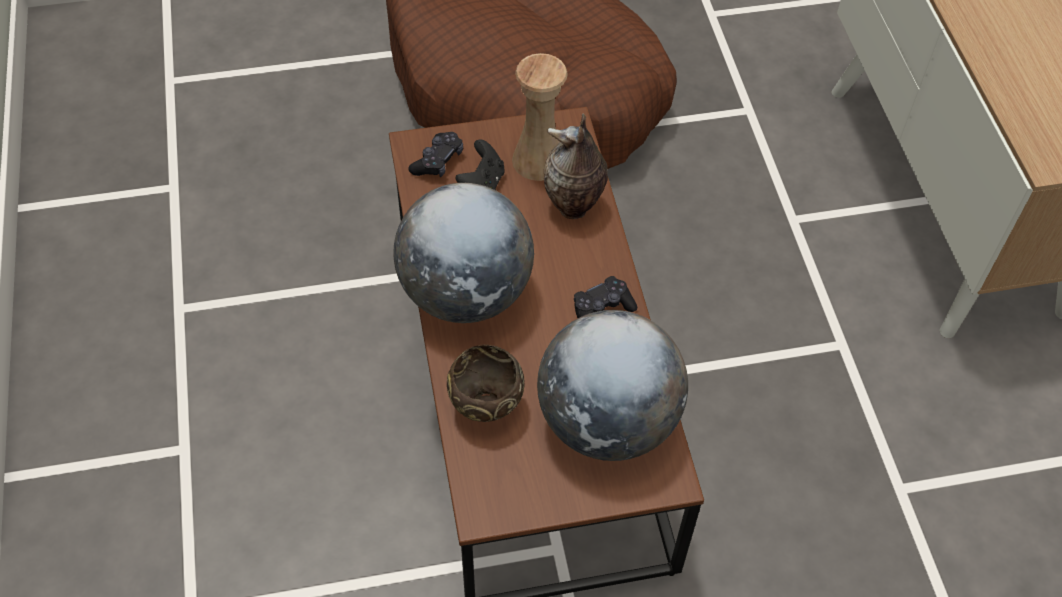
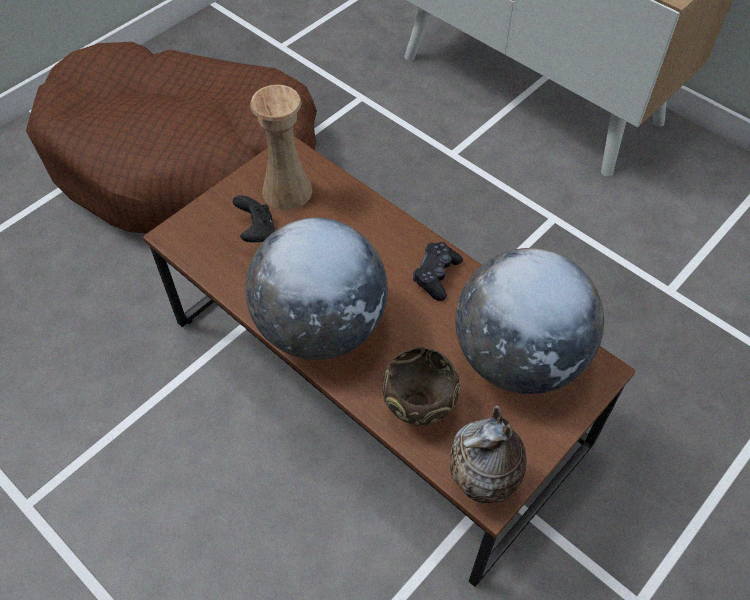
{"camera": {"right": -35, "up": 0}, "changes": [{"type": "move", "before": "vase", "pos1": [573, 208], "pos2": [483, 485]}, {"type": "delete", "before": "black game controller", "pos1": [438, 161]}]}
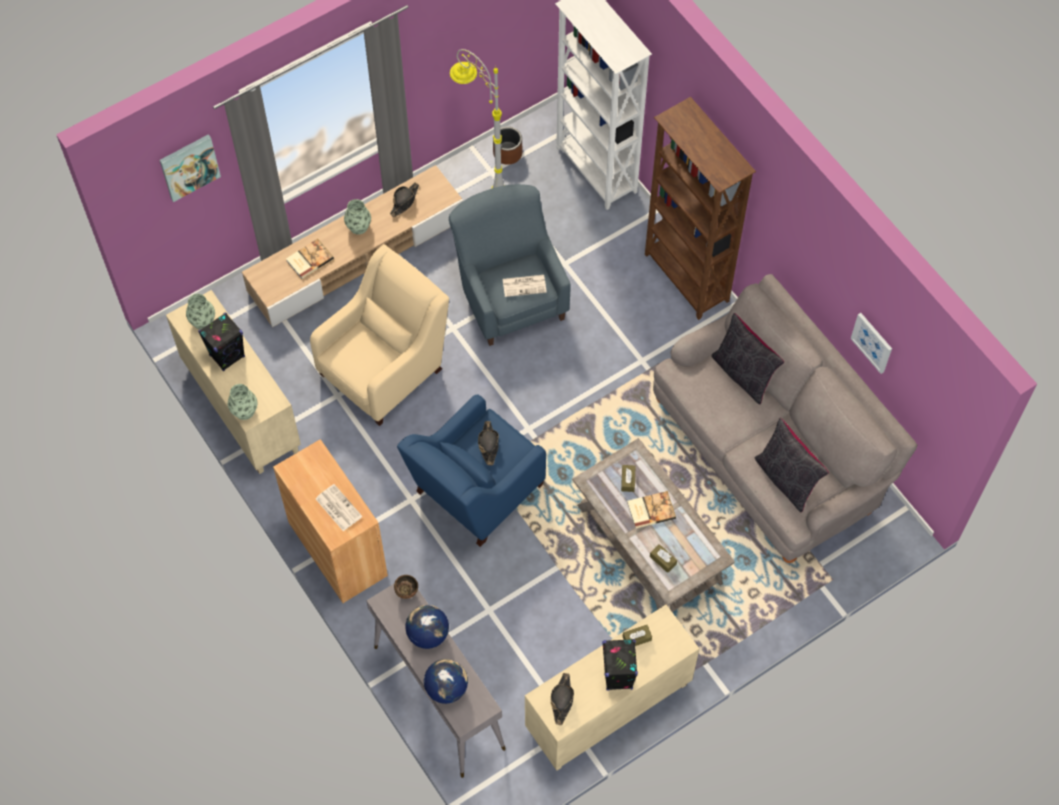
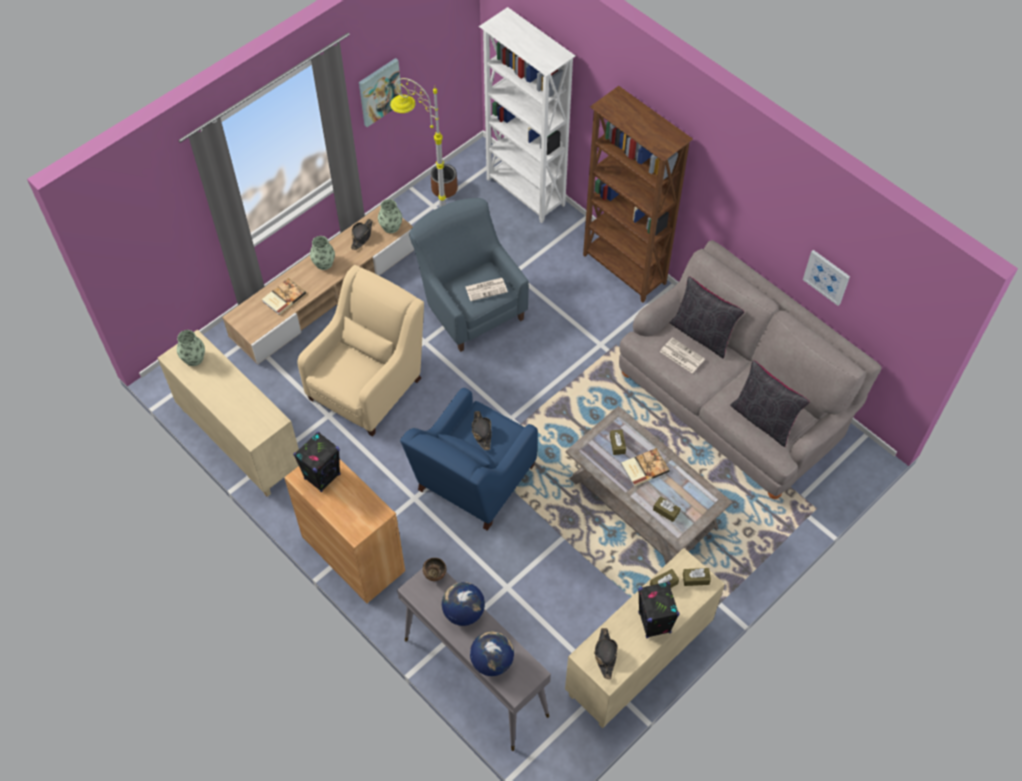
{"camera": {"right": -10, "up": -5}, "changes": [{"type": "move", "before": "black speaker", "pos1": [227, 356], "pos2": [322, 476]}, {"type": "move", "before": "picture", "pos1": [189, 166], "pos2": [379, 91]}, {"type": "move", "before": "vase", "pos1": [244, 411], "pos2": [391, 227]}, {"type": "move", "before": "newspaper", "pos1": [338, 507], "pos2": [681, 355]}, {"type": "insert", "after": "brown tissue box", "pos2": [695, 579]}]}
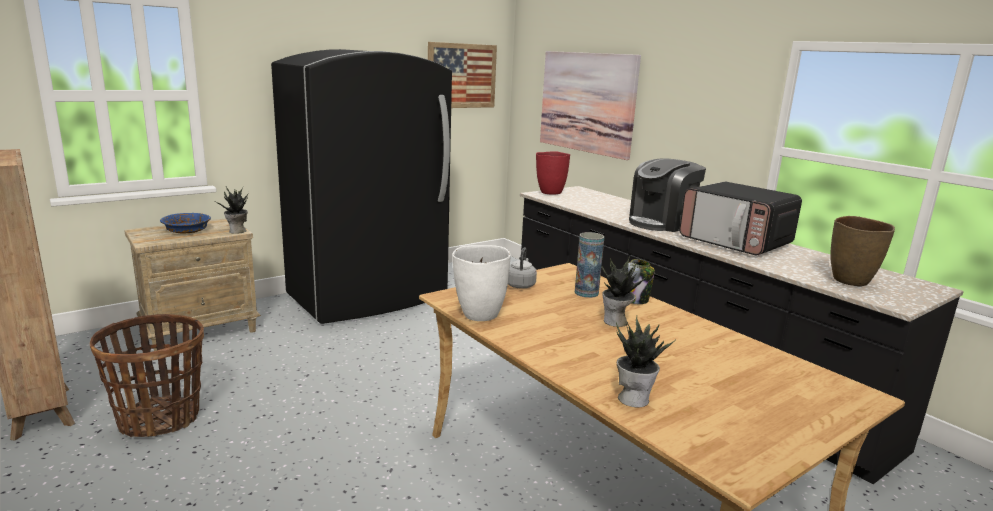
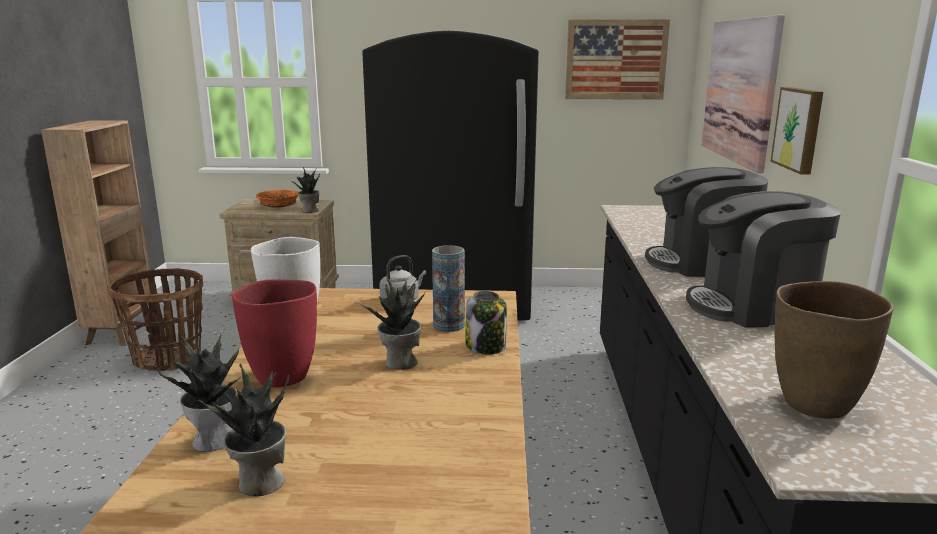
{"camera": {"right": 40, "up": 0}, "changes": [{"type": "insert", "after": "potted plant", "pos2": [259, 483]}, {"type": "move", "before": "red vase", "pos1": [550, 192], "pos2": [282, 376]}, {"type": "recolor", "before": "blue bowl", "after": "orange bowl", "pos1": [187, 230], "pos2": [278, 205]}, {"type": "replace", "before": "microwave", "after": "coffee machine", "pos1": [735, 242], "pos2": [753, 307]}, {"type": "insert", "after": "picture", "pos2": [799, 129]}]}
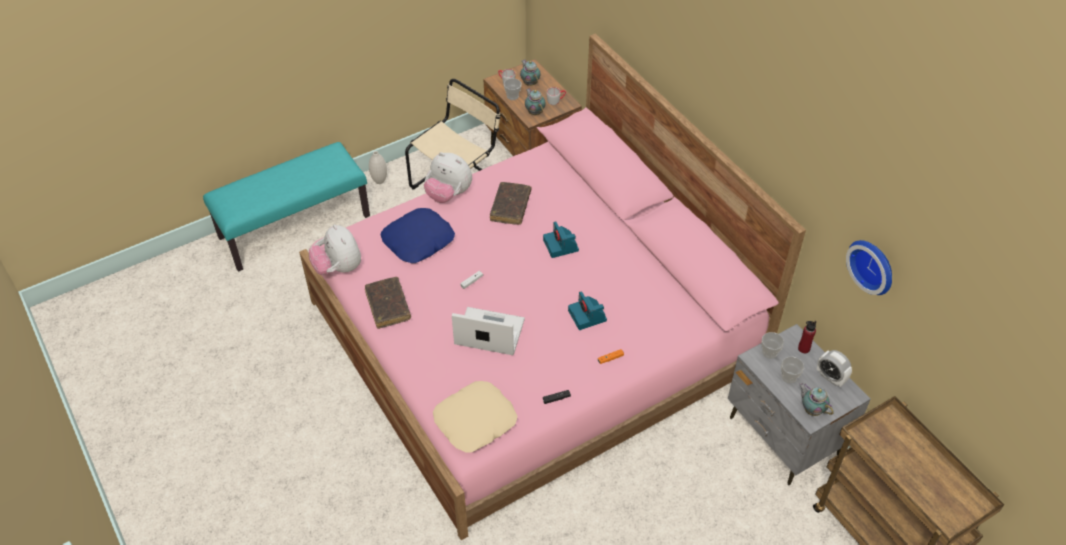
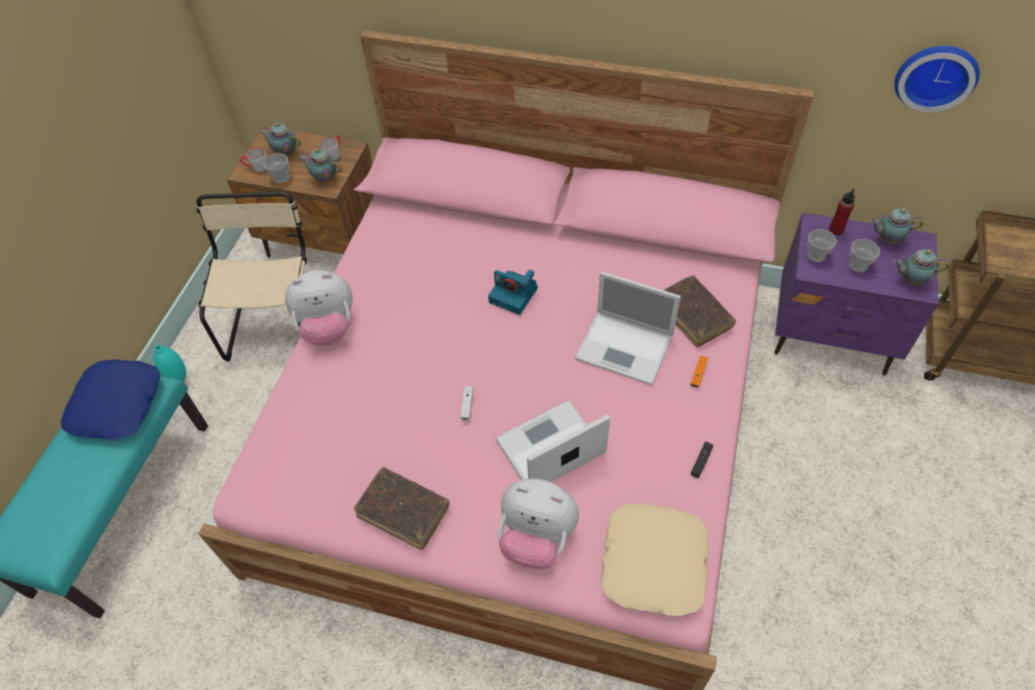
{"camera": {"right": -40, "up": 5}, "changes": [{"type": "move", "before": "blue pillow", "pos1": [418, 241], "pos2": [117, 405]}, {"type": "recolor", "before": "white vase", "after": "turquoise vase", "pos1": [379, 181], "pos2": [179, 379]}, {"type": "move", "before": "plush toy", "pos1": [338, 268], "pos2": [537, 538]}, {"type": "replace", "before": "photo camera", "after": "laptop", "pos1": [588, 316], "pos2": [626, 348]}, {"type": "move", "before": "brown book", "pos1": [510, 207], "pos2": [694, 315]}, {"type": "recolor", "before": "grey nightstand", "after": "purple nightstand", "pos1": [783, 437], "pos2": [832, 335]}, {"type": "replace", "before": "alarm clock", "after": "teapot", "pos1": [830, 377], "pos2": [887, 239]}]}
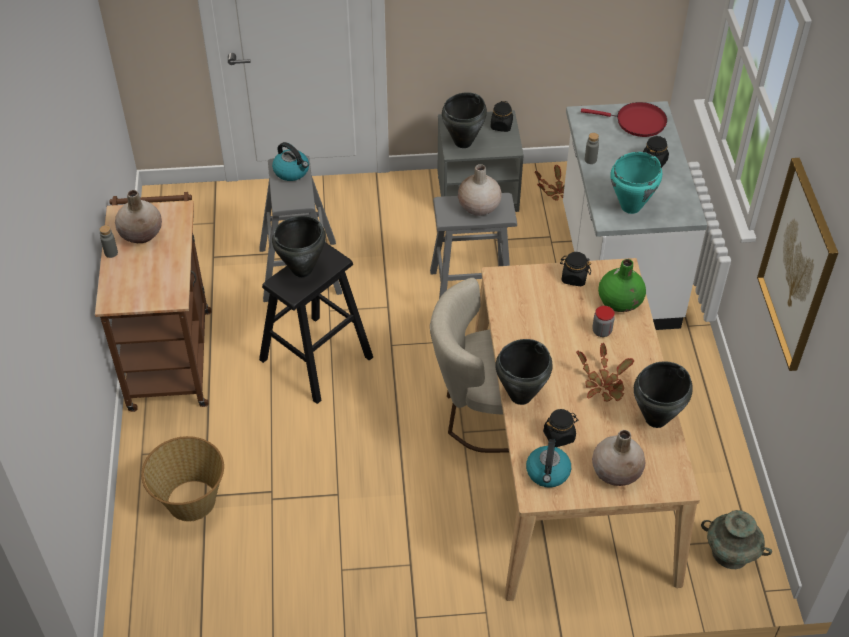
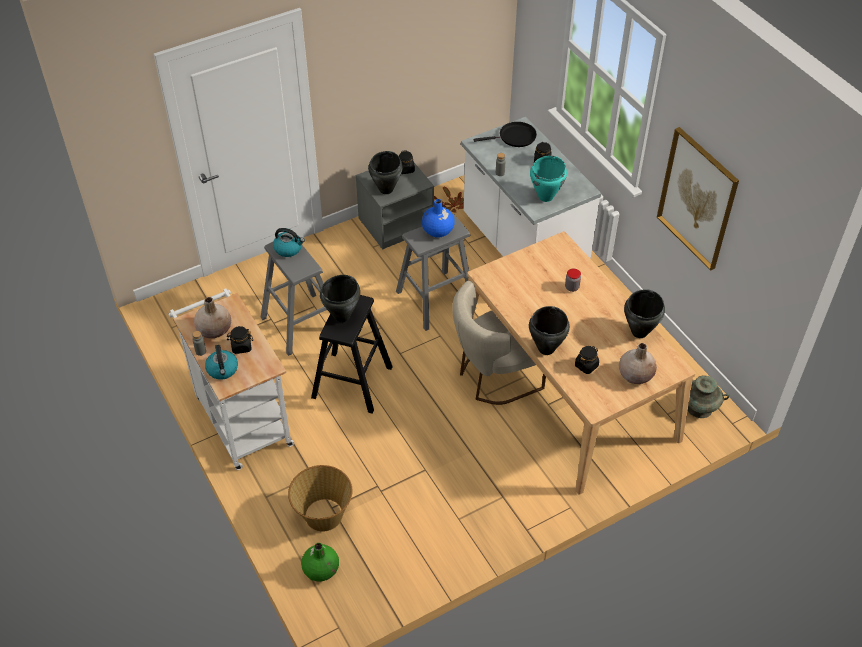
{"camera": {"right": -25, "up": 0}, "changes": [{"type": "recolor", "before": "brown cart", "after": "white cart", "pos1": [170, 352], "pos2": [240, 417]}, {"type": "move", "before": "kettle", "pos1": [548, 473], "pos2": [222, 370]}, {"type": "move", "before": "black jar", "pos1": [574, 278], "pos2": [241, 346]}, {"type": "move", "before": "green vase", "pos1": [620, 302], "pos2": [321, 569]}, {"type": "recolor", "before": "beige vase", "after": "blue vase", "pos1": [478, 207], "pos2": [438, 231]}, {"type": "recolor", "before": "red frying pan", "after": "black frying pan", "pos1": [637, 122], "pos2": [514, 137]}, {"type": "delete", "before": "potted plant", "pos1": [604, 384]}]}
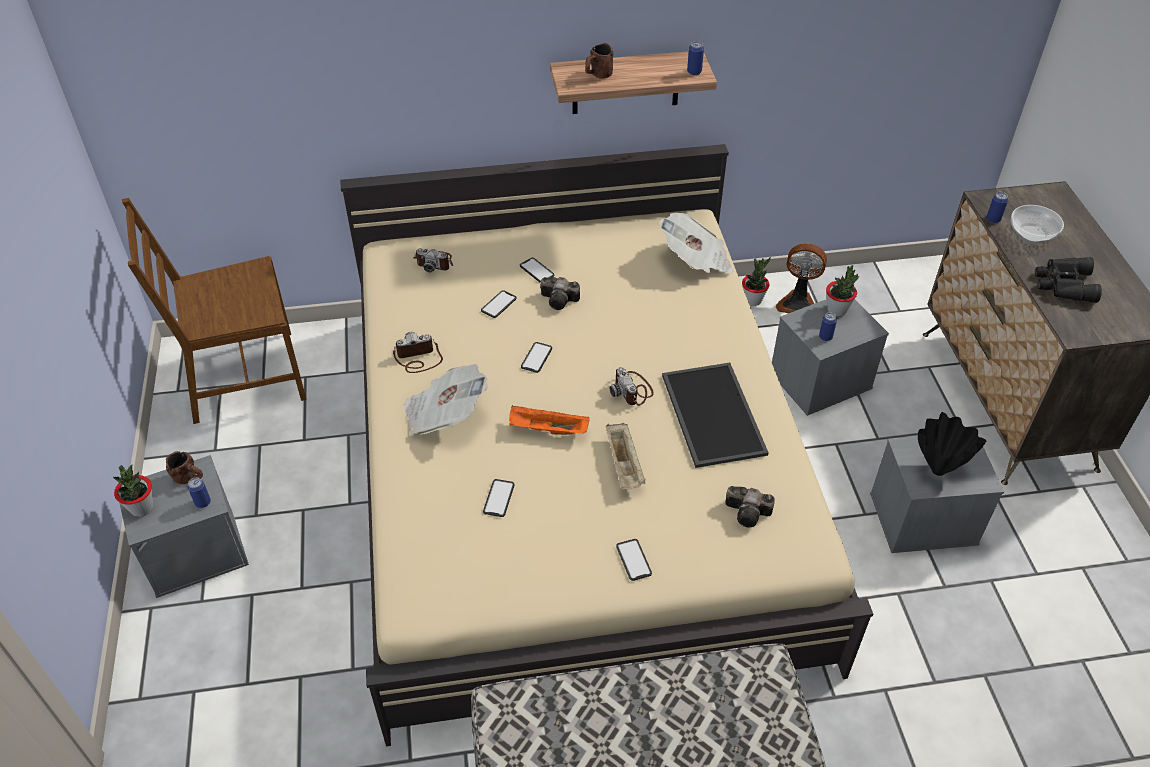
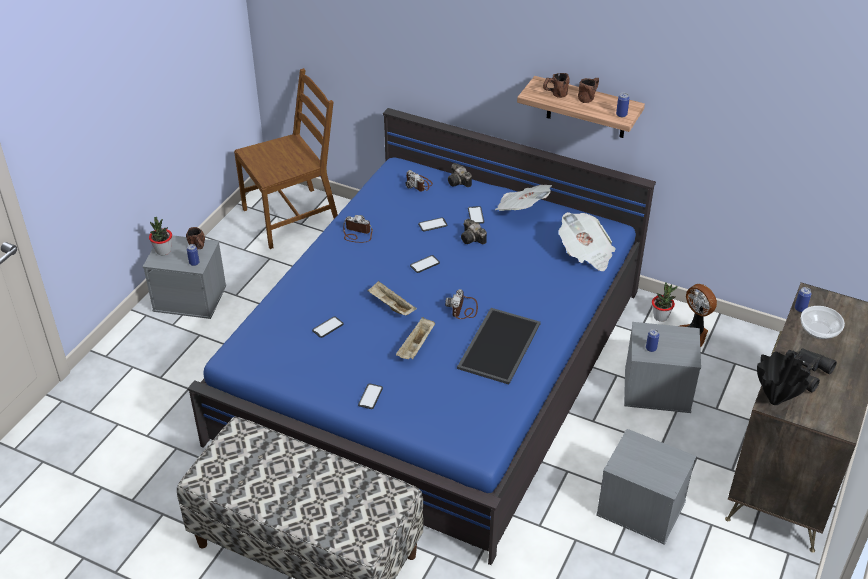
{"camera": {"right": 35, "up": -5}, "changes": [{"type": "recolor", "before": "beige bed", "after": "blue bed", "pos1": [575, 473], "pos2": [435, 363]}, {"type": "rotate", "before": "brown chair", "pos1": [243, 377], "pos2": [292, 216], "turn": 135}, {"type": "recolor", "before": "orange tray", "after": "beige tray", "pos1": [547, 430], "pos2": [391, 306]}, {"type": "move", "before": "photo camera", "pos1": [749, 513], "pos2": [459, 182]}, {"type": "move", "before": "newspaper", "pos1": [445, 415], "pos2": [521, 209]}, {"type": "insert", "after": "brown mug", "pos2": [589, 96]}, {"type": "move", "before": "black vase", "pos1": [936, 470], "pos2": [773, 400]}, {"type": "delete", "before": "potted plant", "pos1": [837, 310]}]}
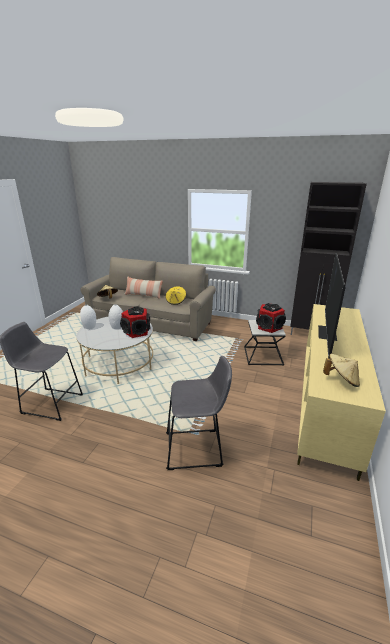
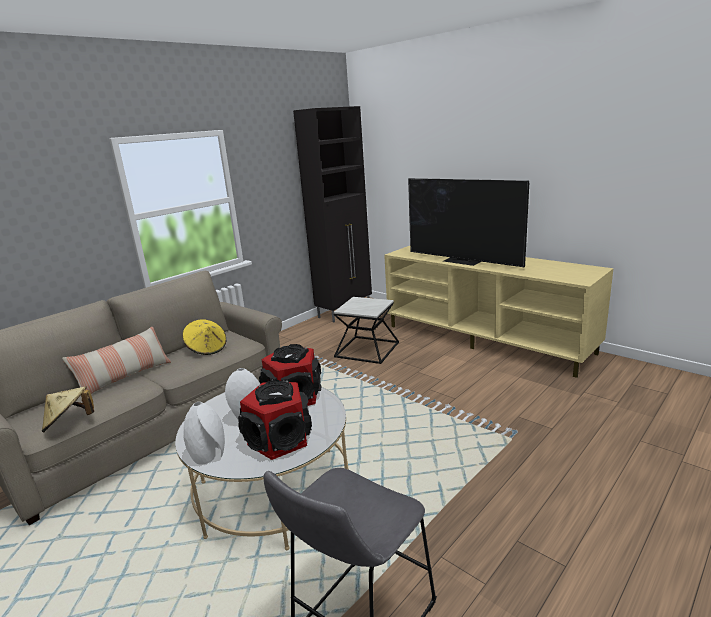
{"camera": {"right": -65, "up": -5}, "changes": [{"type": "move", "before": "speaker", "pos1": [269, 327], "pos2": [279, 440]}, {"type": "delete", "before": "grey stool", "pos1": [197, 449]}, {"type": "delete", "before": "beige hat", "pos1": [341, 380]}]}
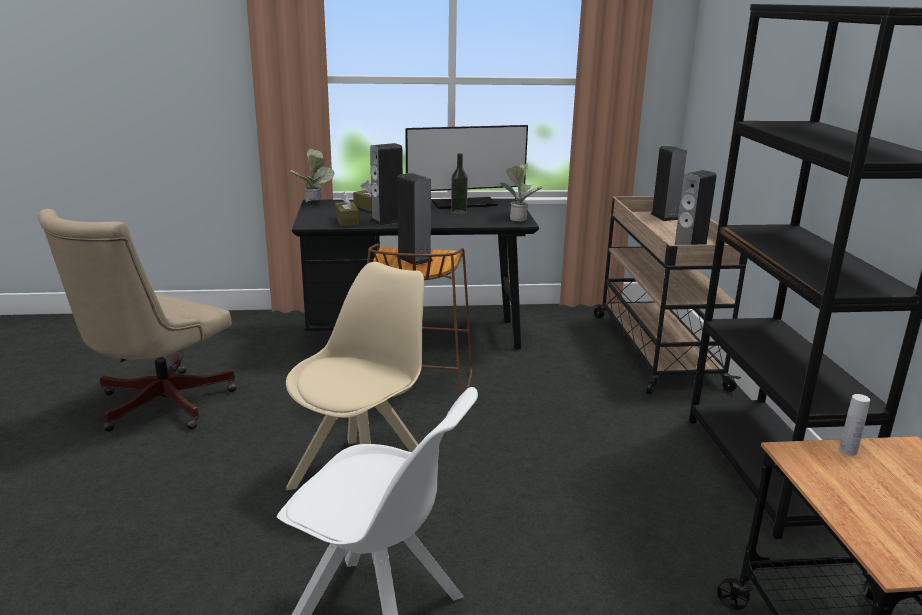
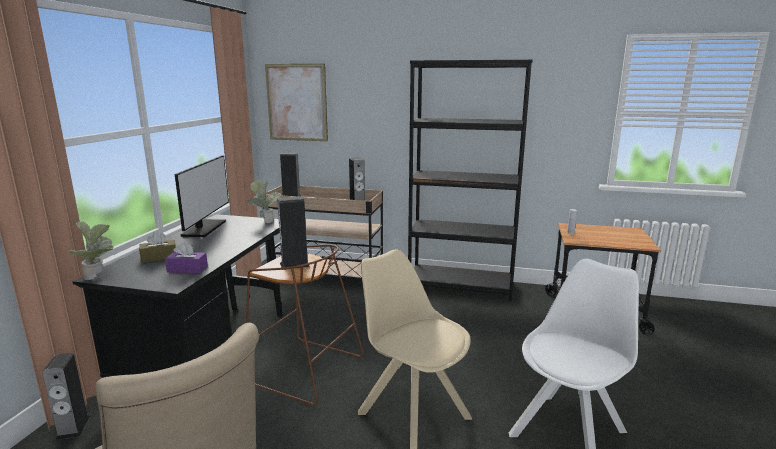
{"camera": {"right": -70, "up": -5}, "changes": [{"type": "move", "before": "speaker", "pos1": [387, 221], "pos2": [73, 427]}, {"type": "recolor", "before": "brown tissue box", "after": "purple tissue box", "pos1": [347, 221], "pos2": [187, 269]}, {"type": "insert", "after": "picture", "pos2": [296, 102]}, {"type": "delete", "before": "bottle", "pos1": [458, 212]}]}
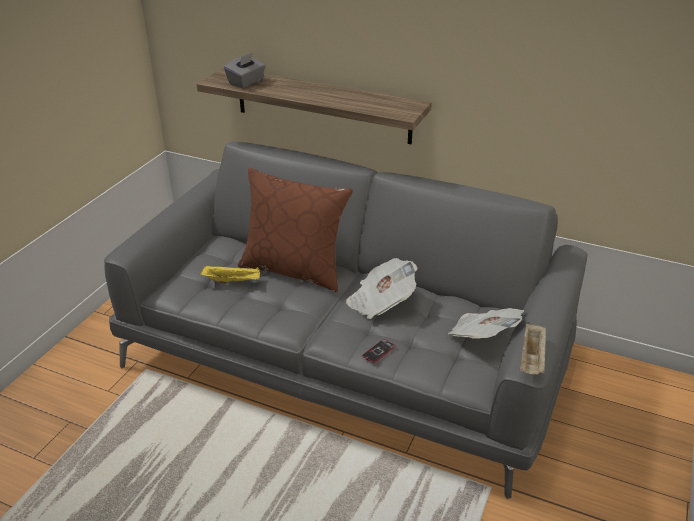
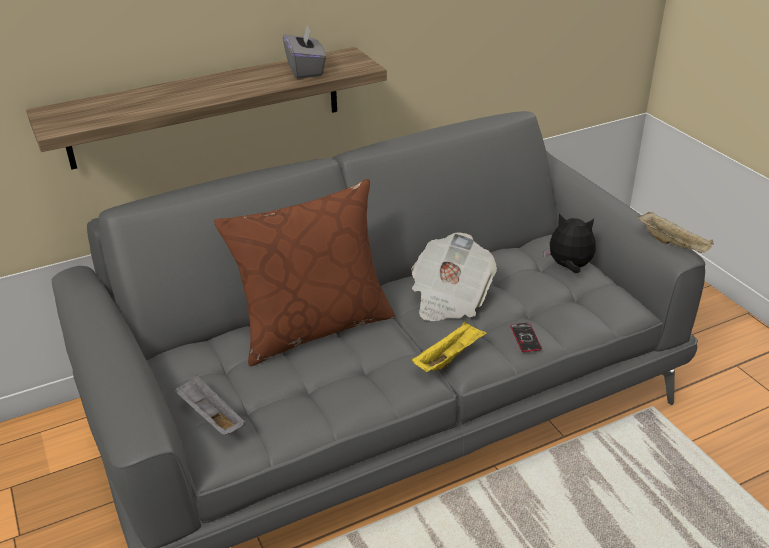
{"camera": {"right": -50, "up": 0}, "changes": [{"type": "insert", "after": "grey tray", "pos2": [210, 417]}, {"type": "move", "before": "grey tissue box", "pos1": [246, 82], "pos2": [306, 70]}, {"type": "move", "before": "yellow tray", "pos1": [232, 281], "pos2": [449, 358]}, {"type": "replace", "before": "newspaper", "after": "plush toy", "pos1": [482, 336], "pos2": [569, 267]}]}
